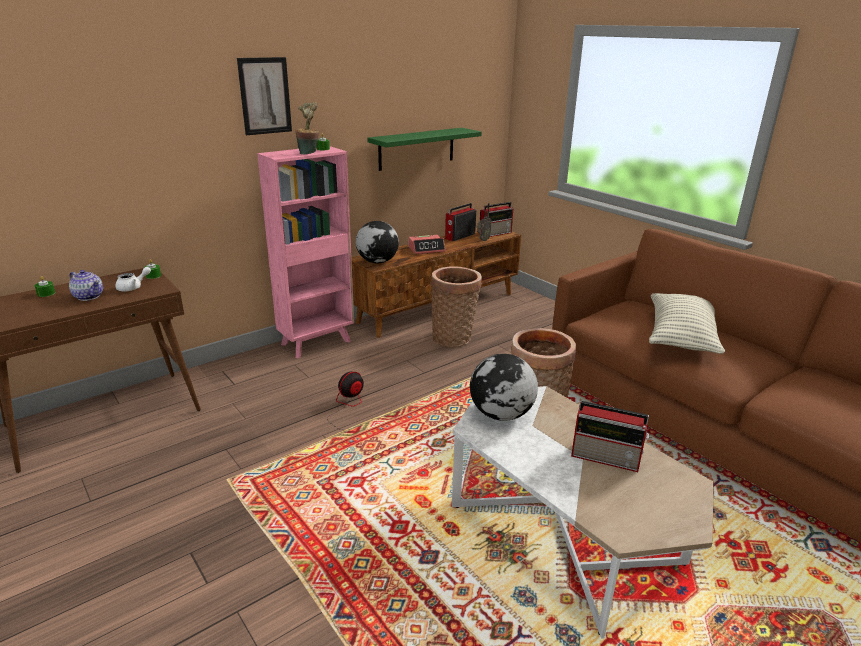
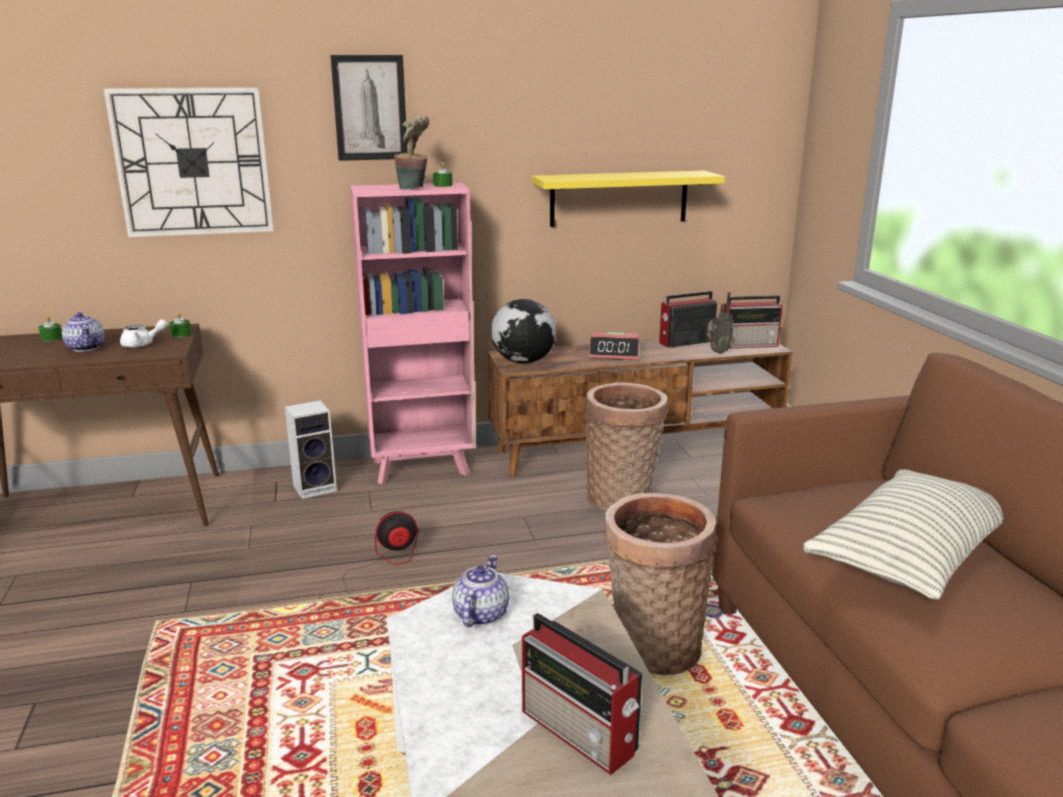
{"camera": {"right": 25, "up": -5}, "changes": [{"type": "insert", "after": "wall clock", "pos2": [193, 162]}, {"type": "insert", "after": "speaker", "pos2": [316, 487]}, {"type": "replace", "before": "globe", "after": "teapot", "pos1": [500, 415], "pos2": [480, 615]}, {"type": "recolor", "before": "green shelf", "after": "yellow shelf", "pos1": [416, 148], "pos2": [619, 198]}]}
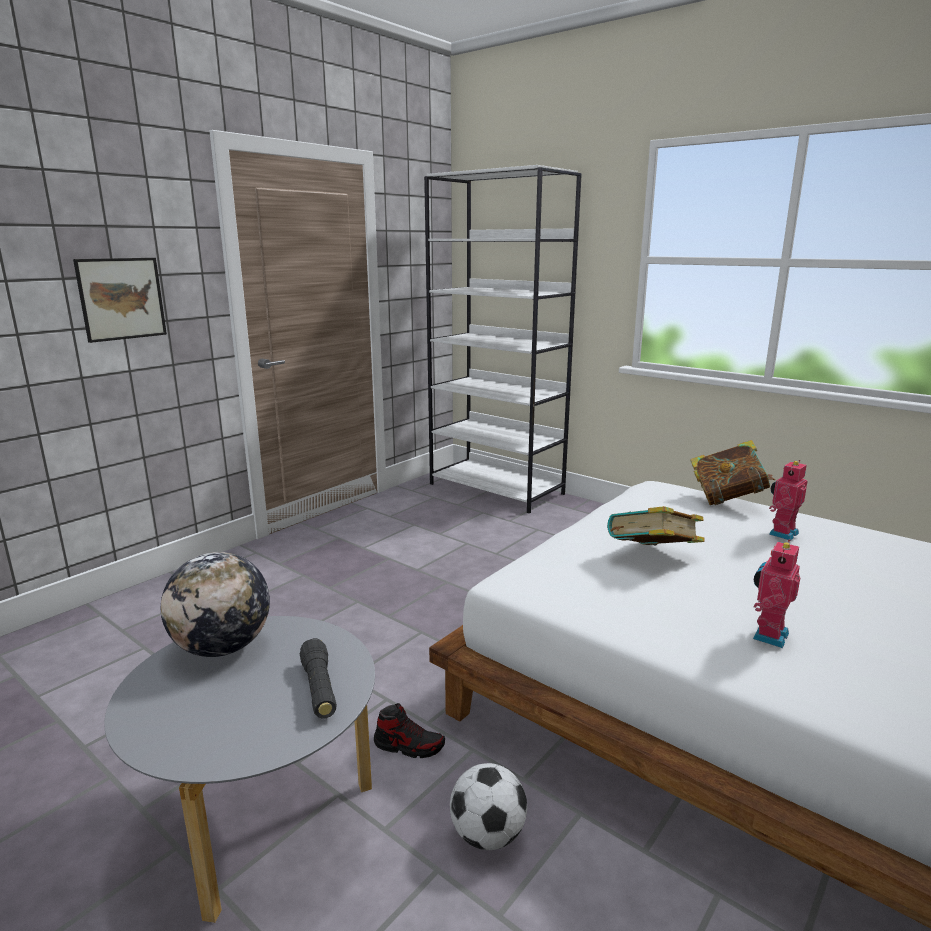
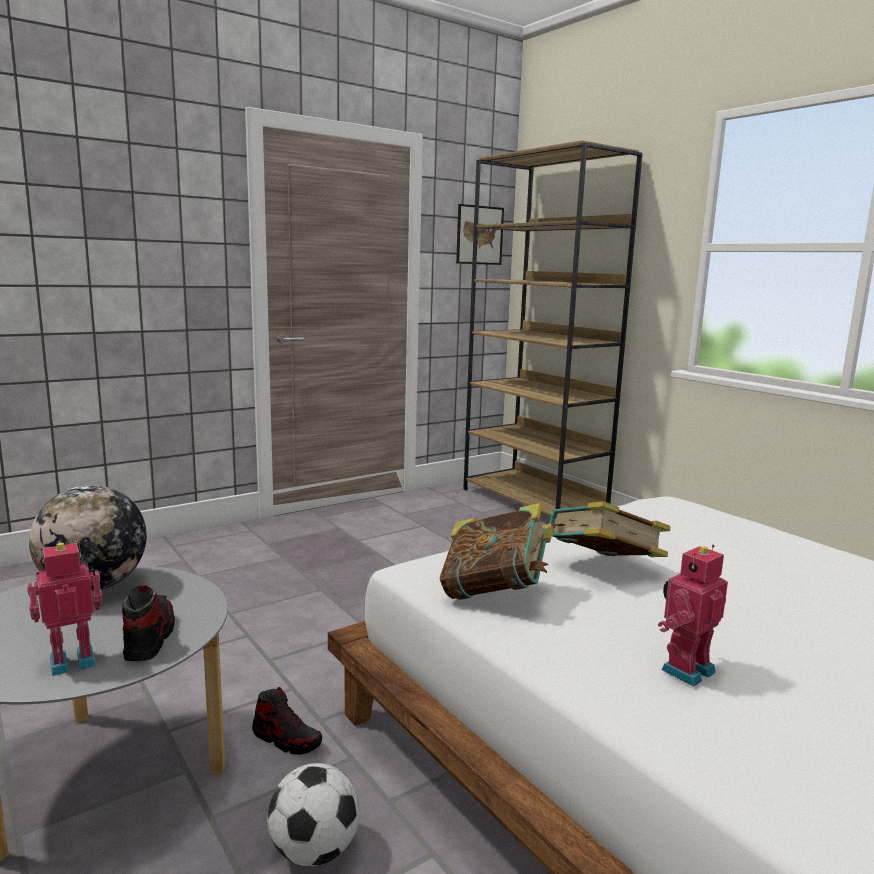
{"camera": {"right": 15, "up": -5}, "changes": [{"type": "move", "before": "toy robot", "pos1": [781, 533], "pos2": [72, 660]}, {"type": "replace", "before": "black flashlight", "after": "shoe", "pos1": [319, 689], "pos2": [149, 638]}, {"type": "move", "before": "book", "pos1": [727, 499], "pos2": [495, 593]}, {"type": "move", "before": "picture", "pos1": [121, 299], "pos2": [479, 235]}, {"type": "recolor", "before": "white bookcase", "after": "brown bookcase", "pos1": [497, 489], "pos2": [534, 502]}]}
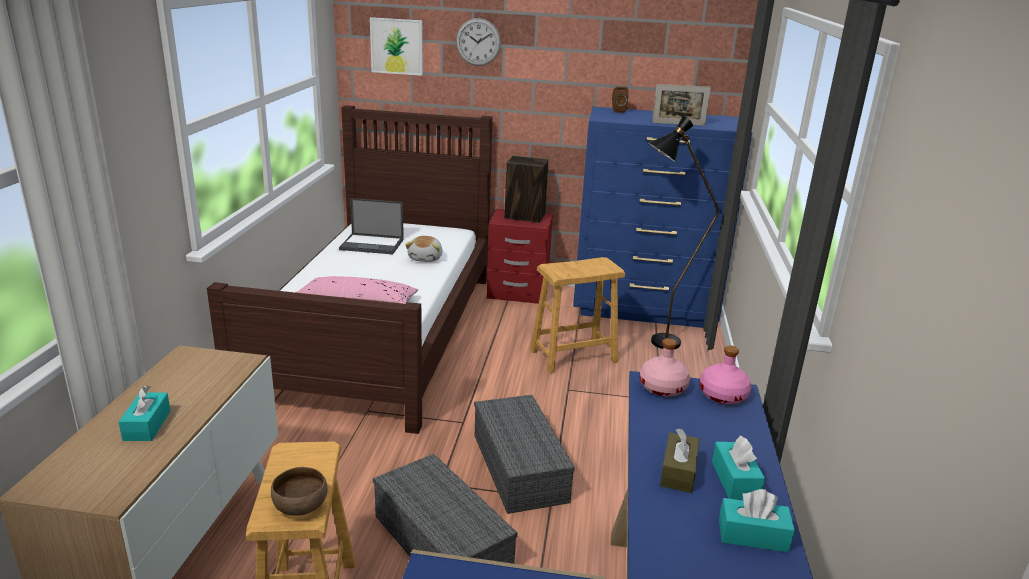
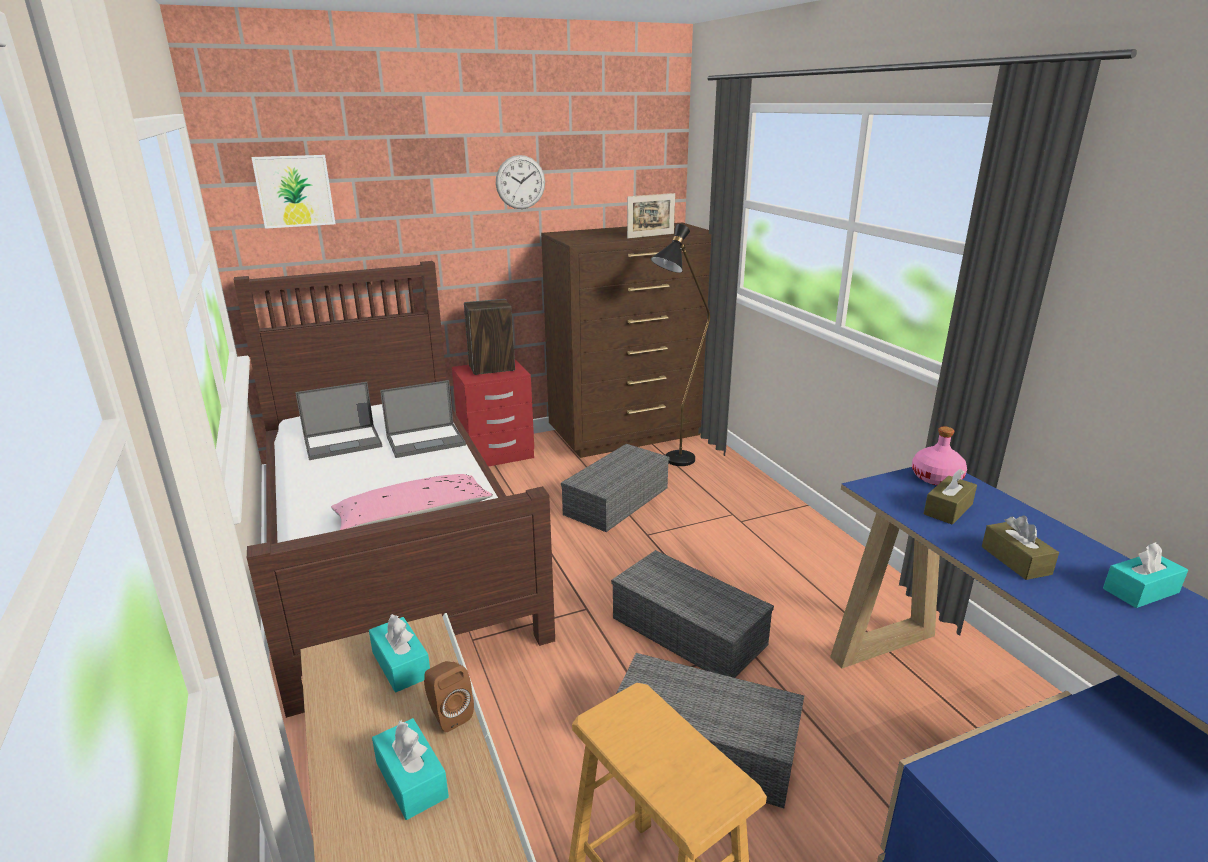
{"camera": {"right": -30, "up": 0}, "changes": [{"type": "move", "before": "turquoise tissue box", "pos1": [735, 480], "pos2": [401, 665]}, {"type": "replace", "before": "plush toy", "after": "laptop", "pos1": [426, 258], "pos2": [426, 440]}, {"type": "move", "before": "brown speaker", "pos1": [617, 111], "pos2": [448, 714]}, {"type": "move", "before": "wall clock", "pos1": [478, 42], "pos2": [520, 182]}, {"type": "recolor", "before": "blue dresser", "after": "brown dresser", "pos1": [644, 309], "pos2": [630, 434]}, {"type": "replace", "before": "brown stool", "after": "grey storage box", "pos1": [573, 356], "pos2": [616, 500]}, {"type": "insert", "after": "brown tissue box", "pos2": [948, 509]}, {"type": "delete", "before": "brown bowl", "pos1": [301, 506]}, {"type": "delete", "before": "pink bottle", "pos1": [663, 387]}]}
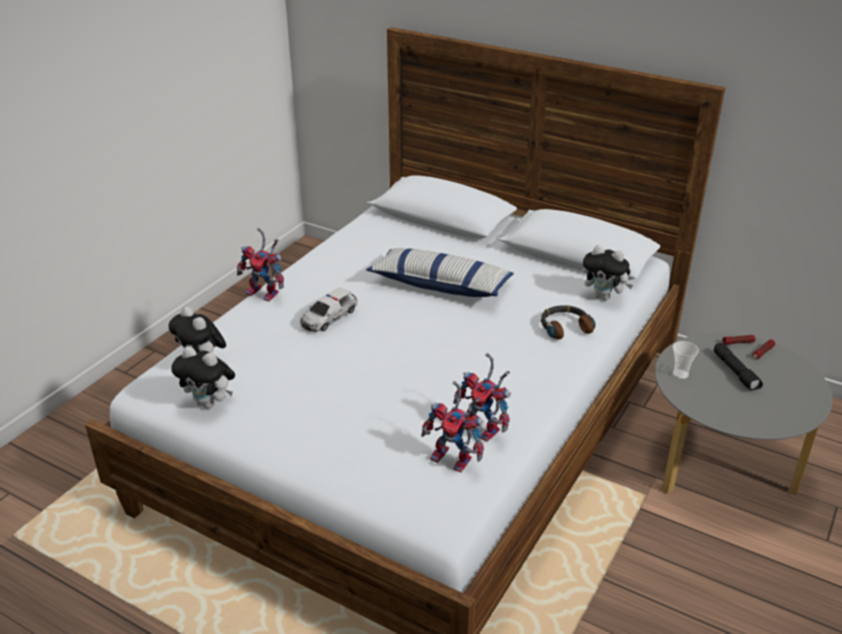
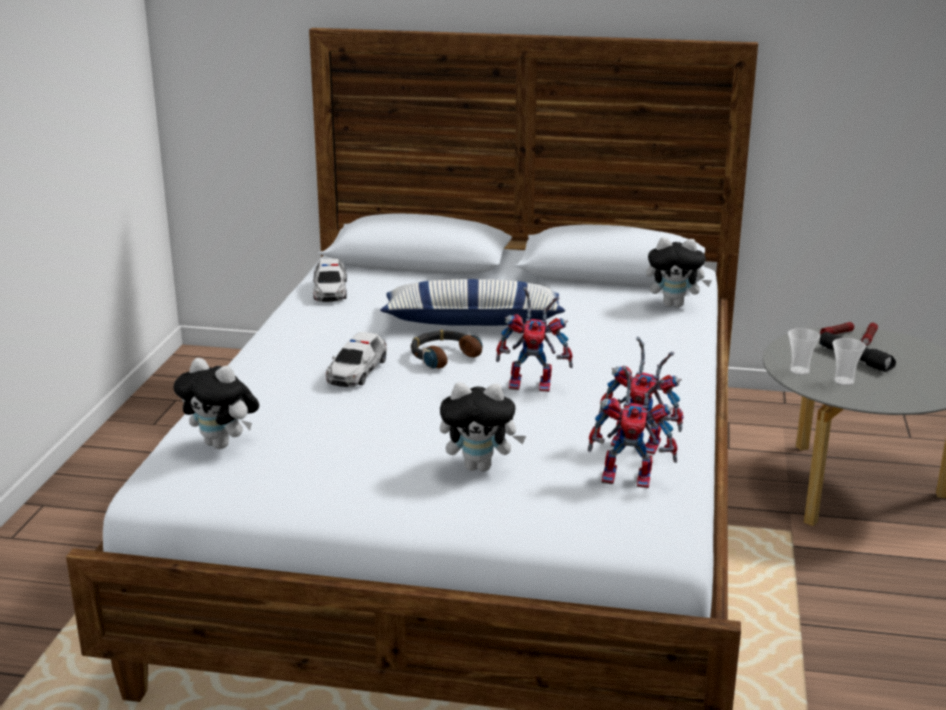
{"camera": {"right": -20, "up": -10}, "changes": [{"type": "insert", "after": "toy car", "pos2": [330, 290]}, {"type": "move", "before": "headphones", "pos1": [565, 327], "pos2": [443, 356]}, {"type": "move", "before": "plush toy", "pos1": [210, 403], "pos2": [480, 467]}, {"type": "move", "before": "toy robot", "pos1": [266, 293], "pos2": [534, 384]}, {"type": "insert", "after": "cup", "pos2": [844, 381]}]}
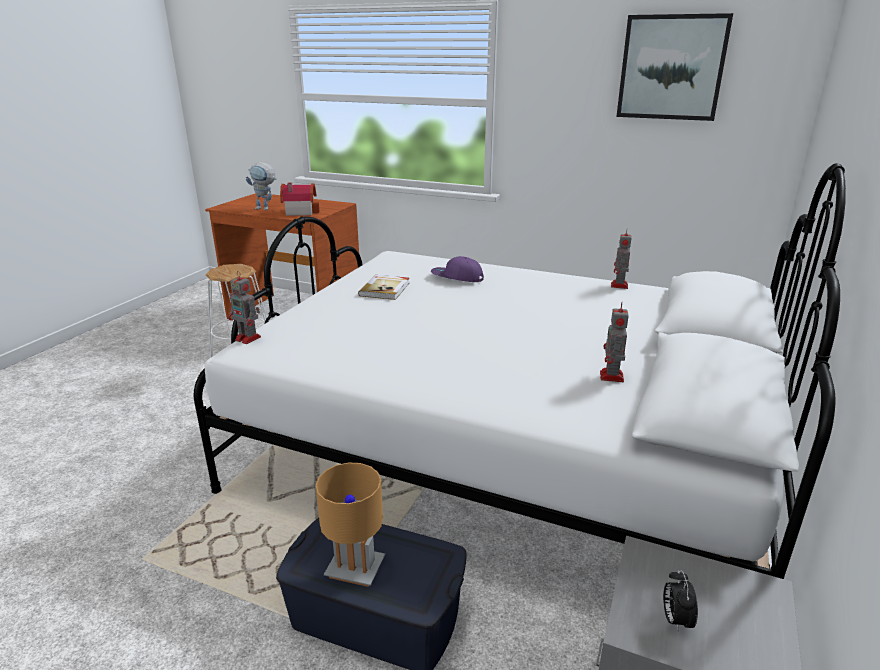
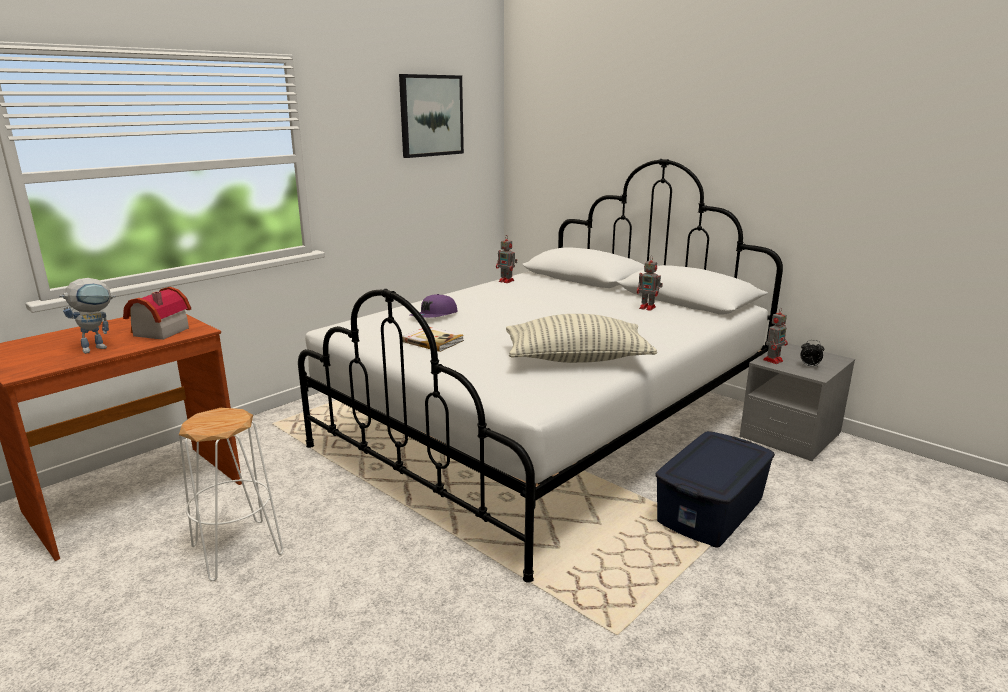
{"camera": {"right": -70, "up": -5}, "changes": [{"type": "insert", "after": "pillow", "pos2": [576, 359]}, {"type": "move", "before": "toy robot", "pos1": [249, 339], "pos2": [773, 360]}, {"type": "delete", "before": "brown table lamp", "pos1": [355, 568]}]}
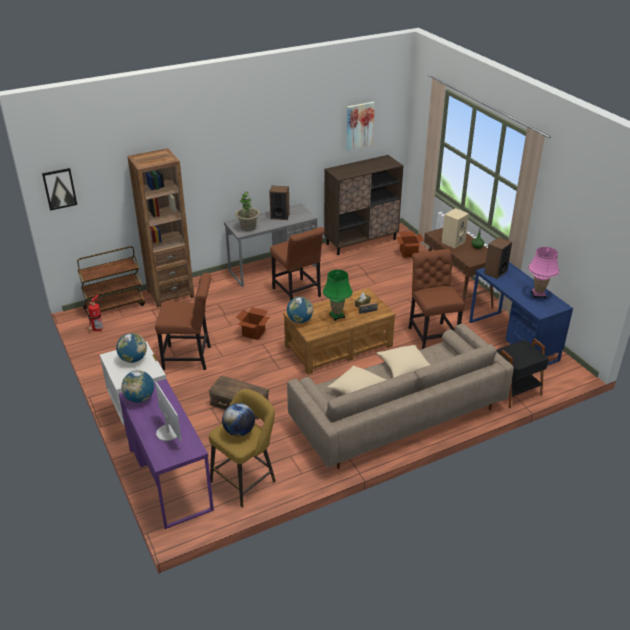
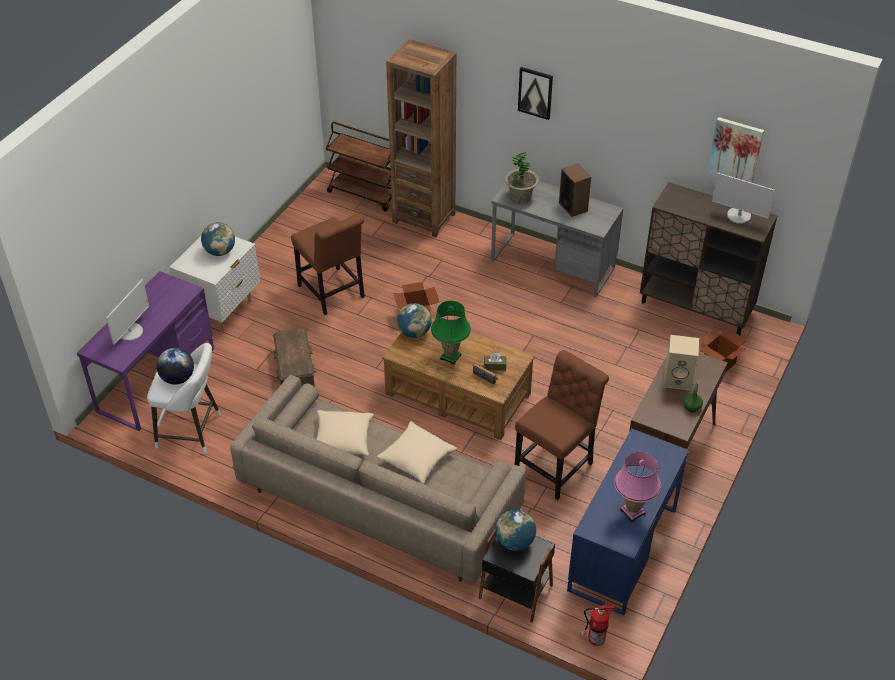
{"camera": {"right": 55, "up": 10}, "changes": [{"type": "recolor", "before": "yellow stool", "after": "white stool", "pos1": [245, 480], "pos2": [192, 431]}, {"type": "move", "before": "globe", "pos1": [140, 398], "pos2": [515, 542]}, {"type": "move", "before": "picture", "pos1": [59, 188], "pos2": [535, 92]}, {"type": "move", "before": "fire extinguisher", "pos1": [97, 330], "pos2": [594, 640]}, {"type": "insert", "after": "monitor", "pos2": [739, 216]}, {"type": "delete", "before": "brown chair", "pos1": [298, 294]}, {"type": "delete", "before": "speaker", "pos1": [495, 272]}]}
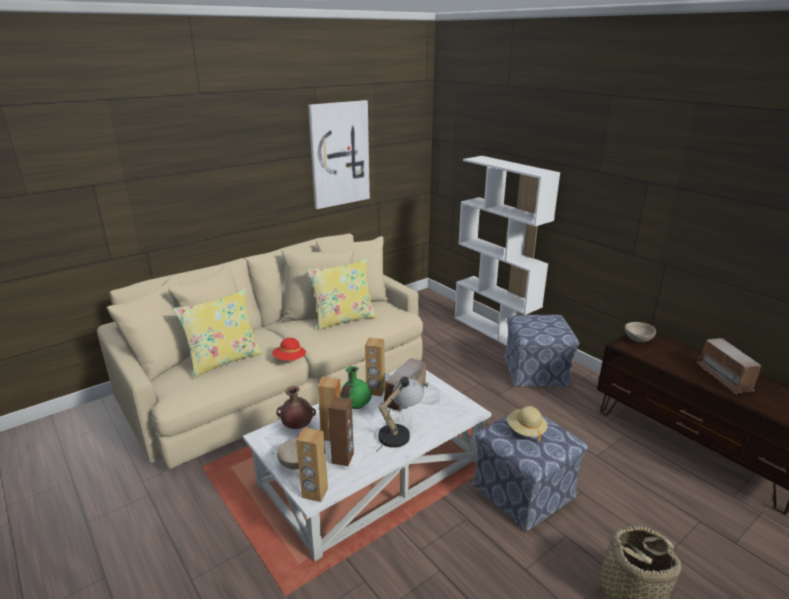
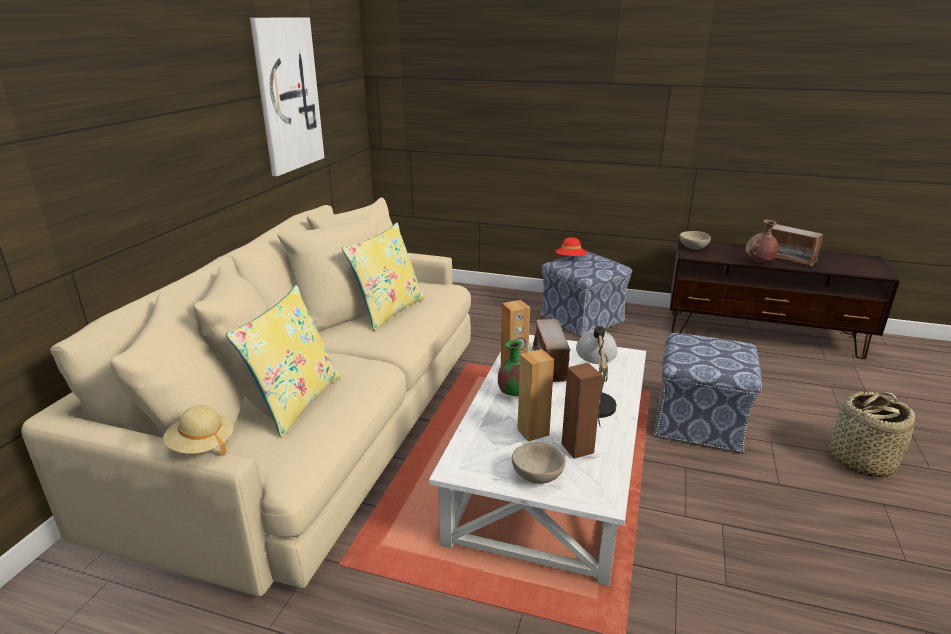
{"camera": {"right": -35, "up": 0}, "changes": [{"type": "move", "before": "beige hat", "pos1": [525, 430], "pos2": [202, 445]}, {"type": "move", "before": "red hat", "pos1": [289, 359], "pos2": [570, 259]}, {"type": "move", "before": "brown vase", "pos1": [297, 426], "pos2": [758, 262]}, {"type": "delete", "before": "brown speaker", "pos1": [314, 493]}, {"type": "delete", "before": "white bookcase", "pos1": [494, 331]}]}
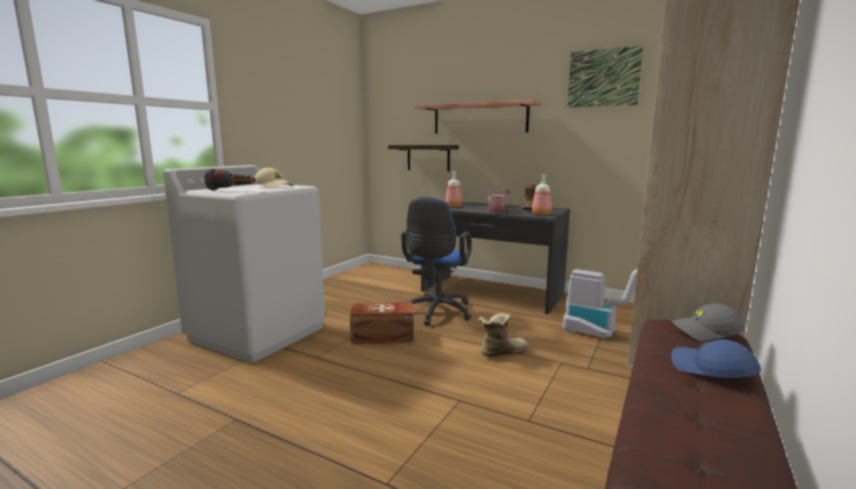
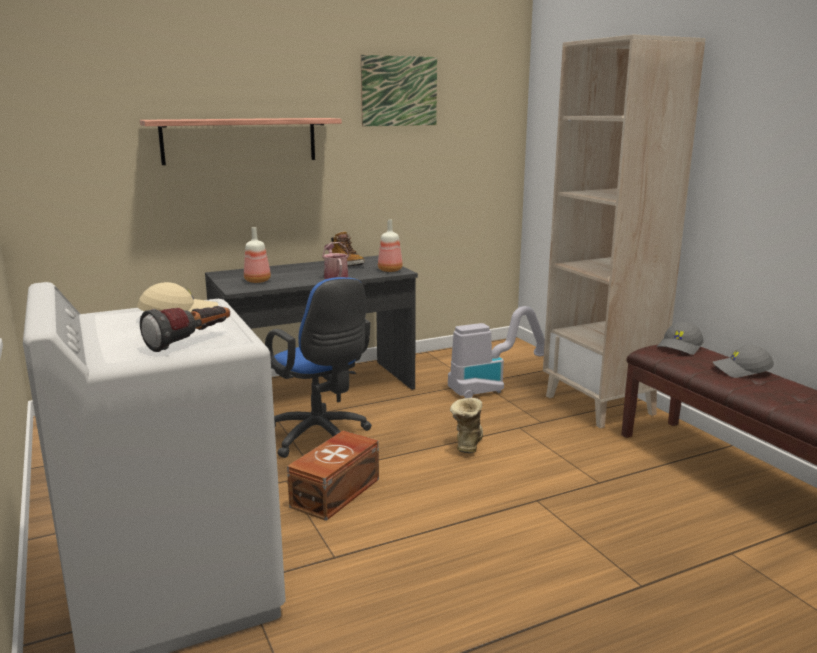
{"camera": {"right": -55, "up": 5}, "changes": [{"type": "recolor", "before": "blue cap", "after": "grey cap", "pos1": [711, 370], "pos2": [741, 370]}, {"type": "delete", "before": "shelf", "pos1": [428, 157]}]}
